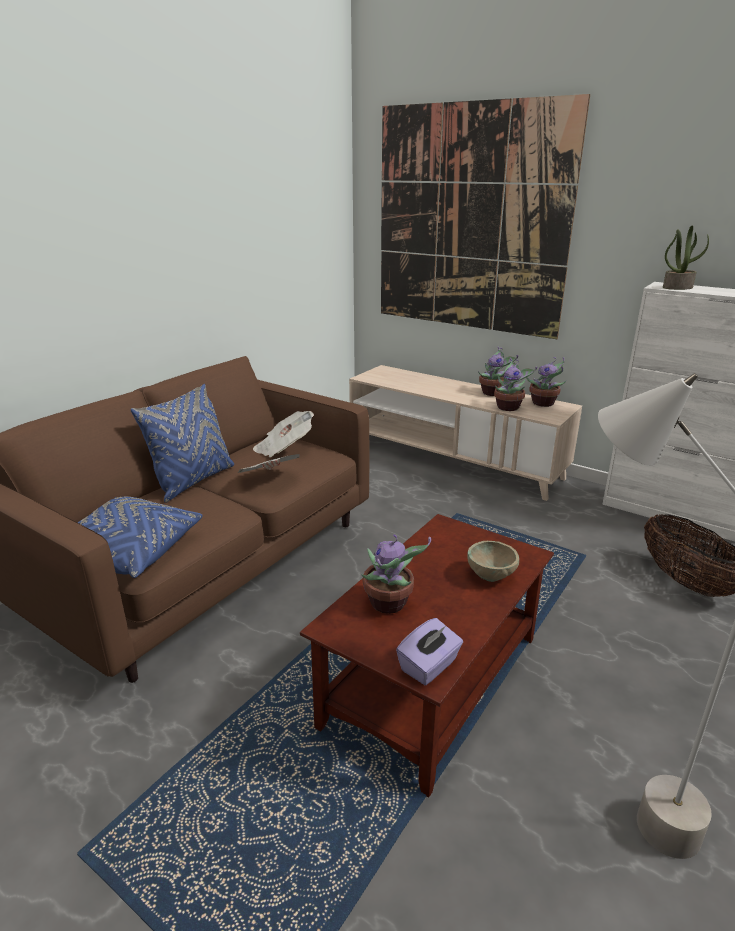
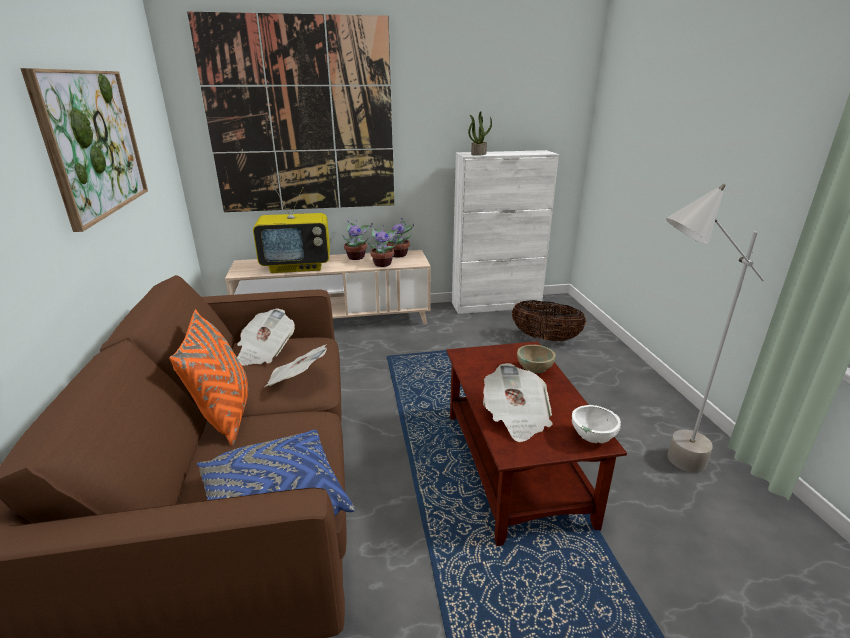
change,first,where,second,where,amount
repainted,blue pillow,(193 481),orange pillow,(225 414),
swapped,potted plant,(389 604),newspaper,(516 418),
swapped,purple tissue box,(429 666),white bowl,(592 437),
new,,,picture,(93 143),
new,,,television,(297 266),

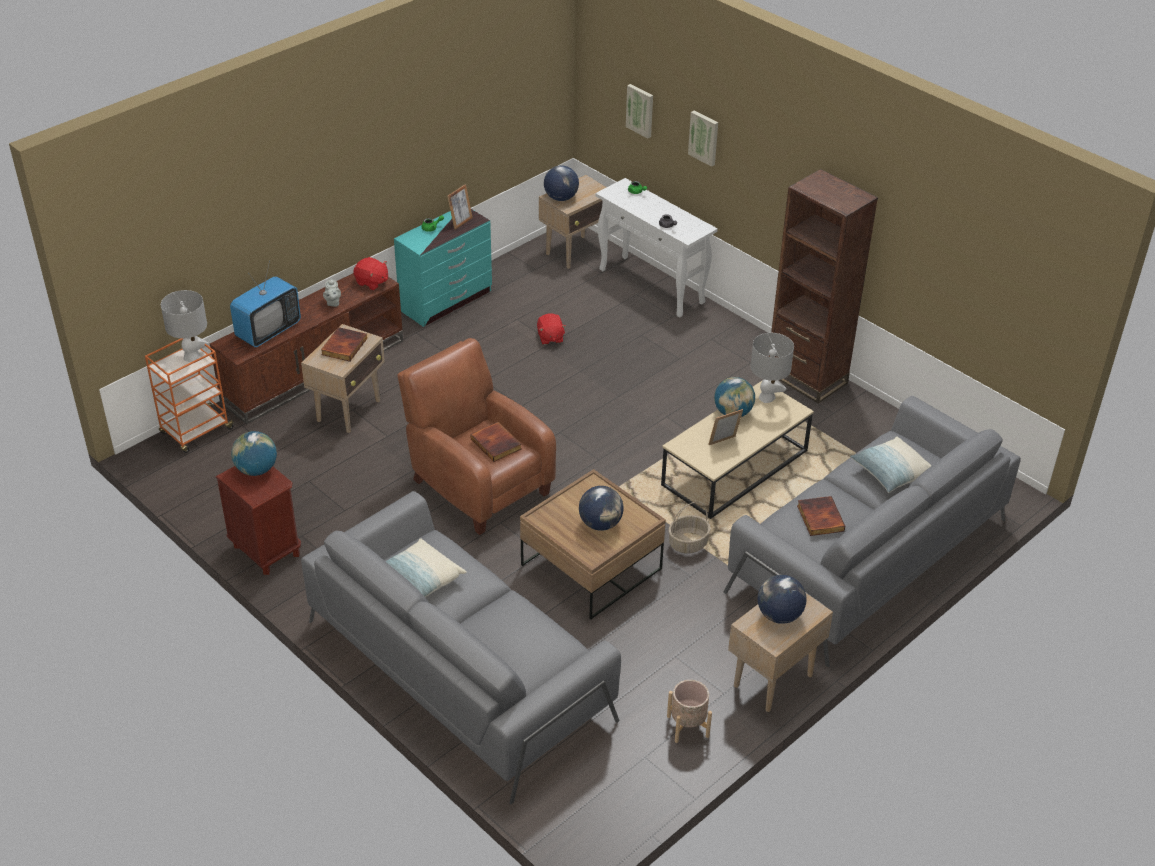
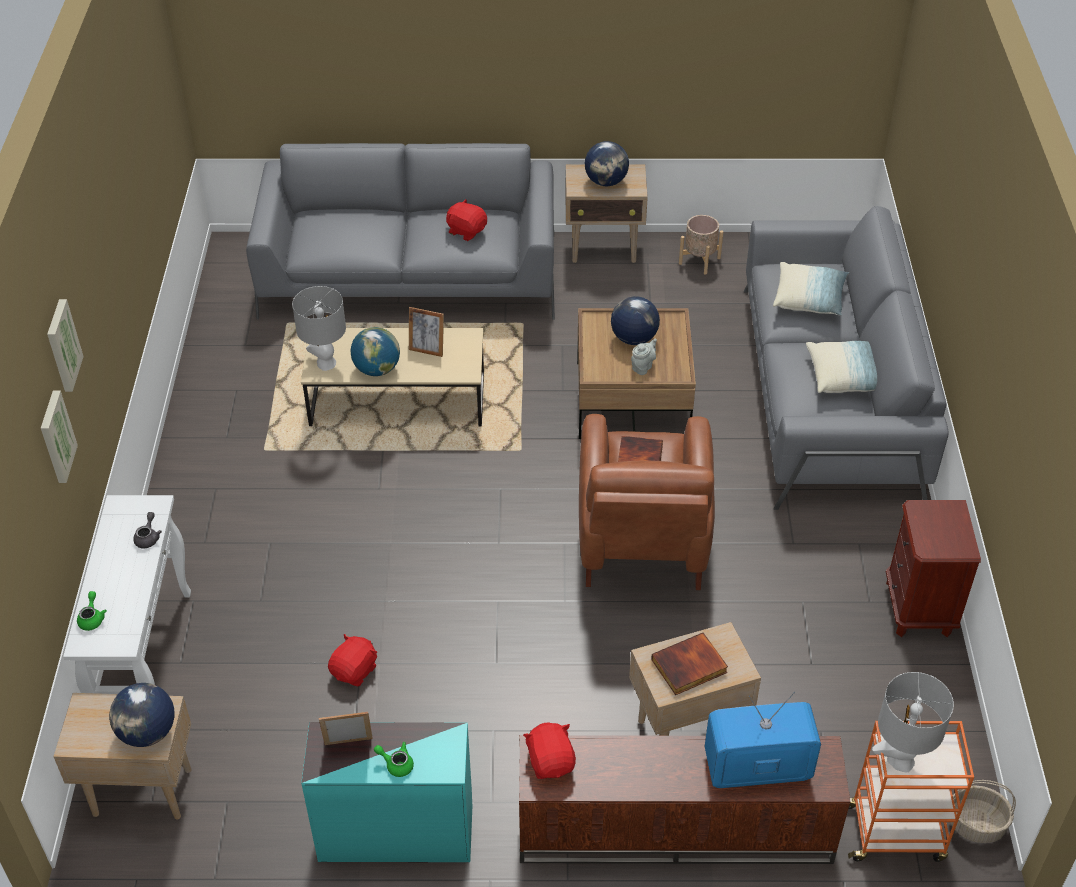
change,first,where,second,where,amount
shifted,picture,(640 110),,(62 345),
gone,brown bookcase,(806 378),,,
shifted,grey teapot,(333 303),,(643 367),
gone,globe,(256 470),,,
shifted,pillow,(891 473),,(809 299),
swapped,book,(819 518),red plush toy,(466 231),
shifted,basket,(688 544),,(976 824),

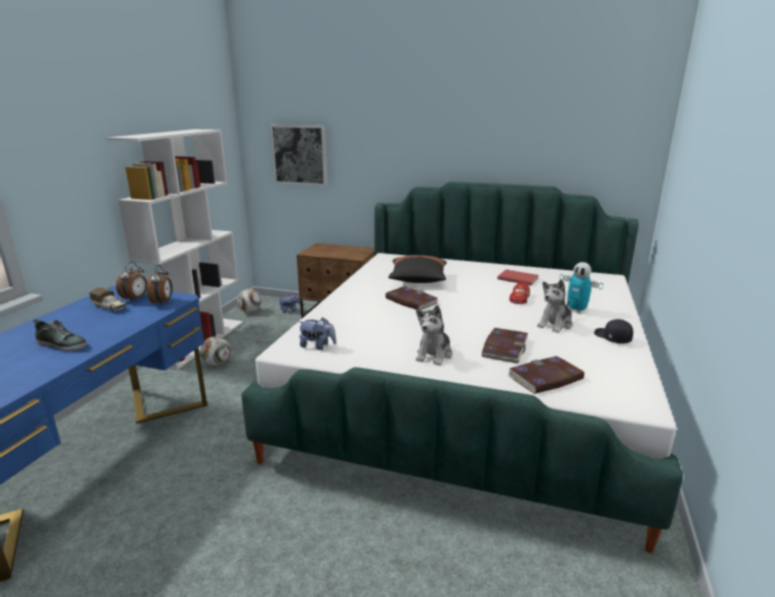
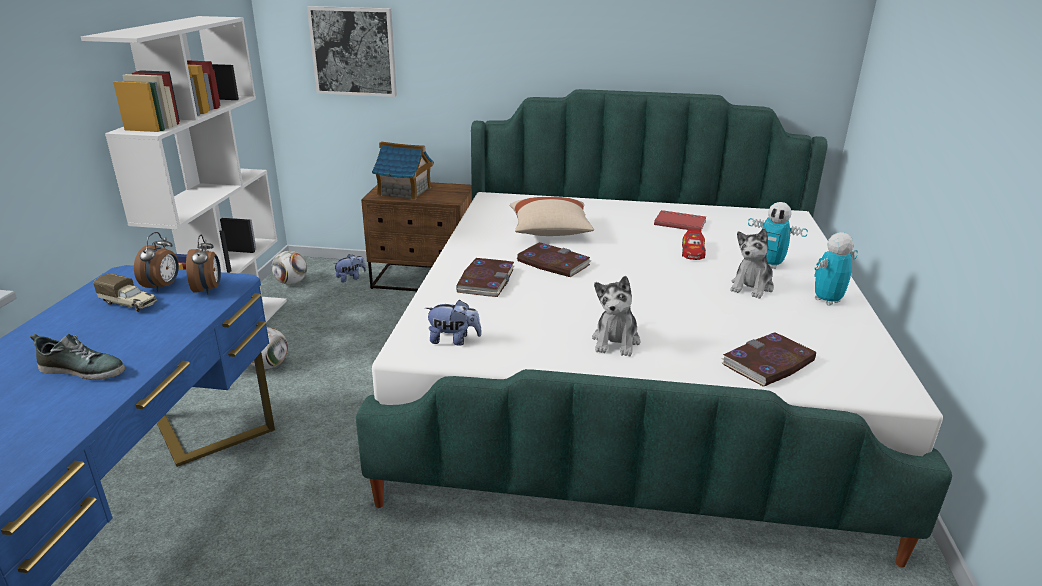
change,first,where,second,where,amount
repainted,black pillow,(418 280),beige pillow,(550 232),
swapped,black cap,(612 338),toy robot,(827 301),
shifted,book,(504 347),,(485 280),
new,,,toy house,(405 191),

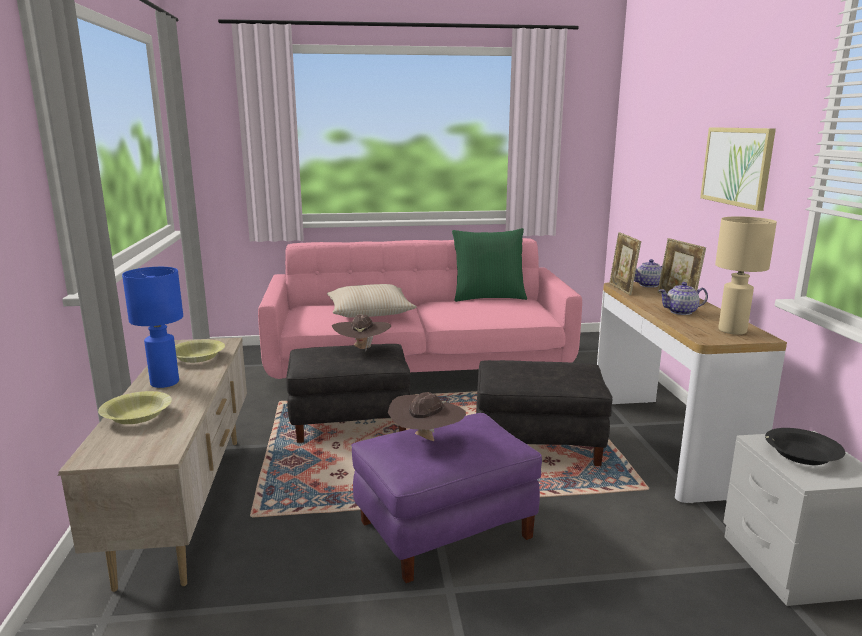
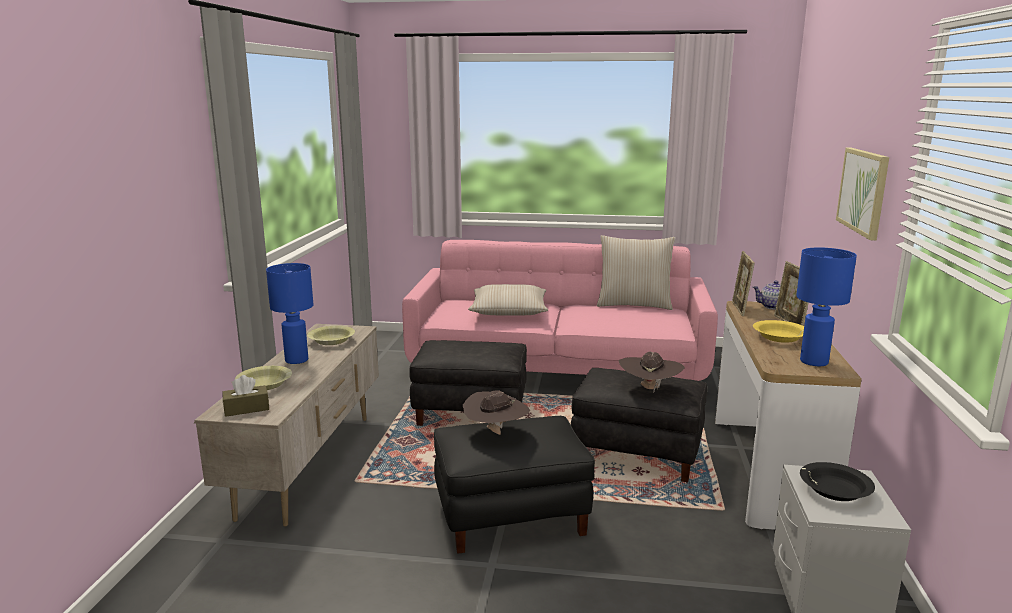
change,first,where,second,where,amount
repainted,beige table lamp,(732 331),blue table lamp,(813 362),
repainted,green pillow,(488 297),beige pillow,(634 305),
swapped,teapot,(681 312),yellow bowl,(779 338),
shifted,brown hat,(362 349),,(649 389),
repainted,purple ottoman,(445 528),black ottoman,(511 515),
new,,,brown tissue box,(246 409),

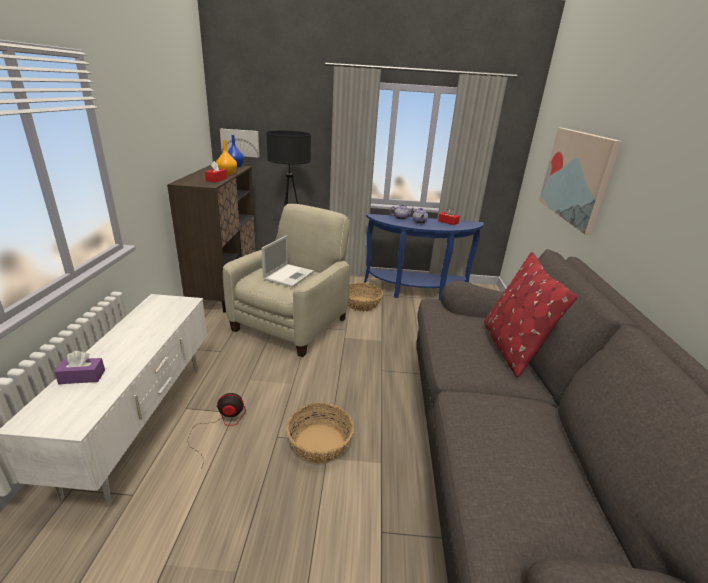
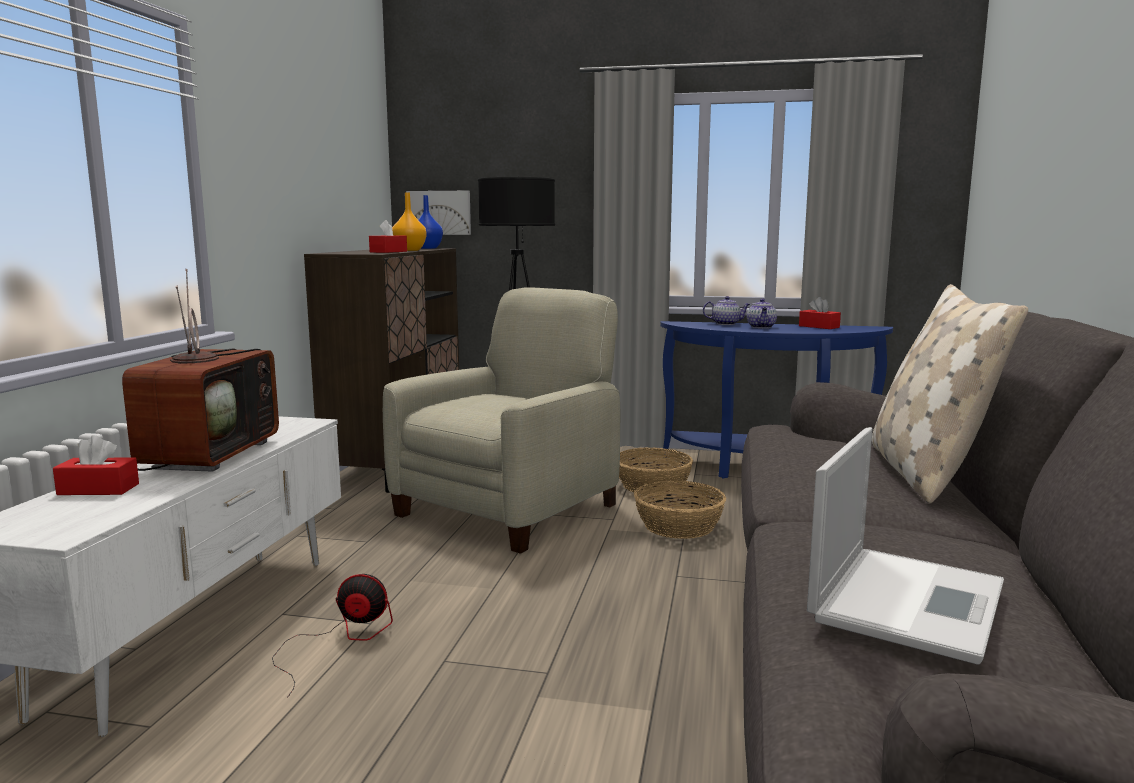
change,first,where,second,where,amount
gone,picture,(576 176),,,
shifted,laptop,(289 275),,(908 600),
repainted,red pillow,(510 348),beige pillow,(924 472),
repainted,purple tissue box,(82 377),red tissue box,(98 489),
shifted,basket,(320 443),,(679 526),
new,,,television,(209 454),

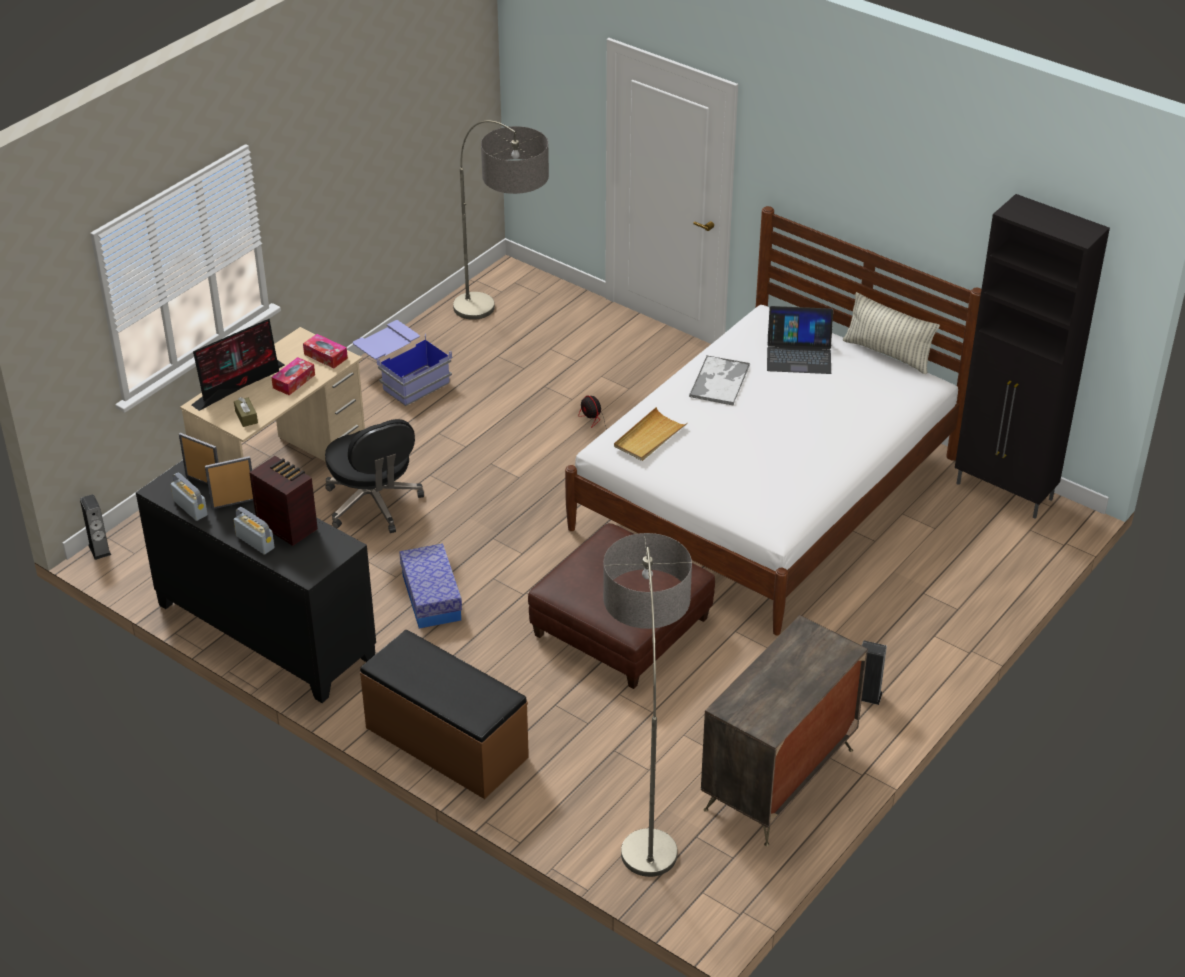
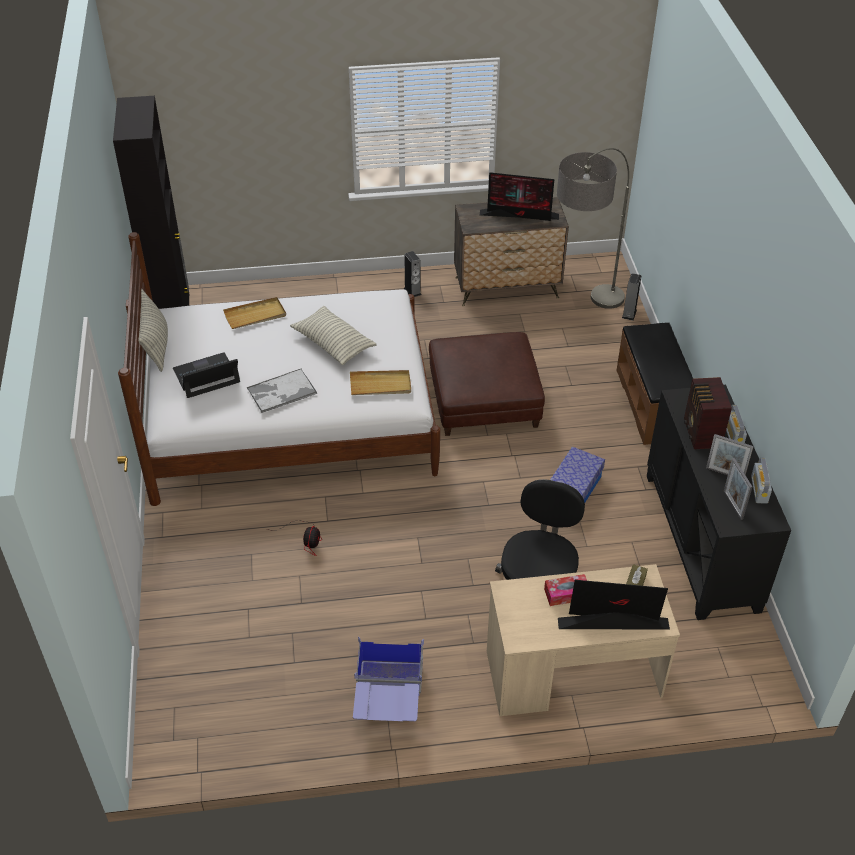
change,first,where,second,where,amount
gone,floor lamp,(504 330),,,
rotated,laptop,(799 355),,(206 376),75 degrees counterclockwise
gone,tissue box,(325 356),,,
shifted,speaker,(99 550),,(629 314),
new,,,monitor,(520 215),
new,,,beige tray,(255 315),
new,,,pillow,(333 344),

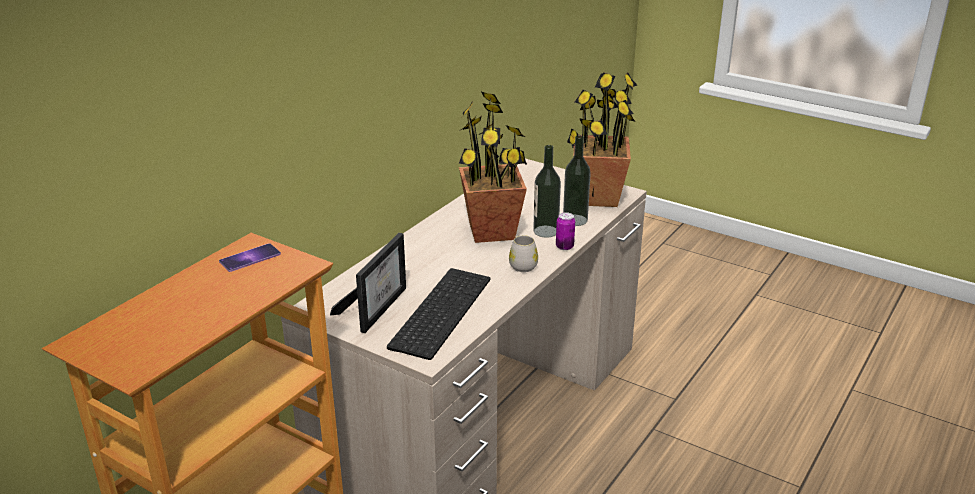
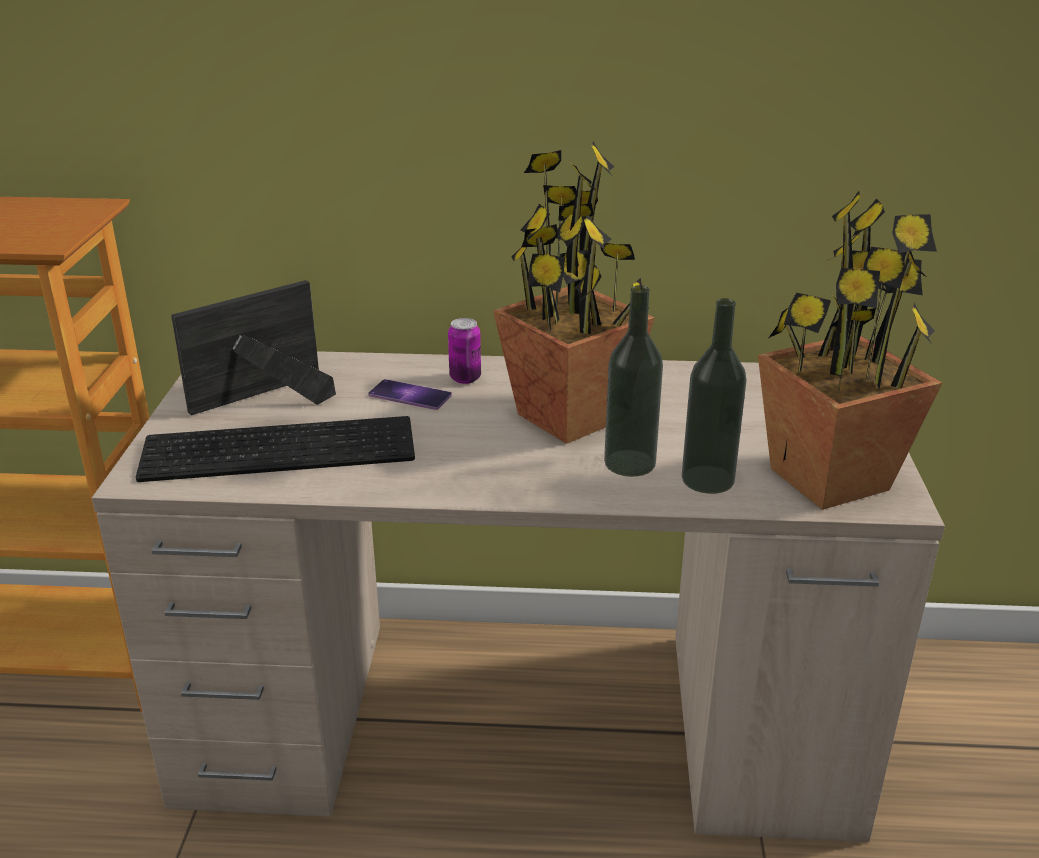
change,first,where,second,where,amount
shifted,can,(564 246),,(465 378),
rotated,picture frame,(377 307),,(259 400),150 degrees clockwise
gone,white mug,(523 264),,,
shifted,phone,(250 258),,(410 395),

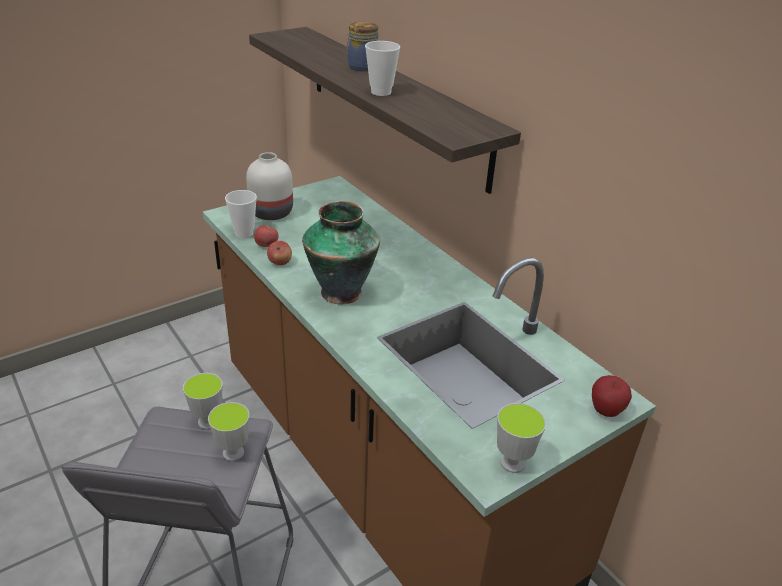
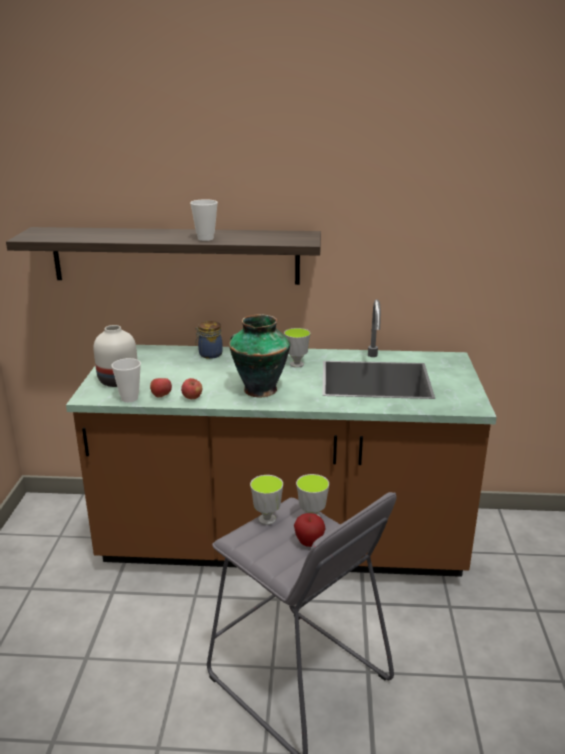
change,first,where,second,where,amount
shifted,jar,(361 67),,(209 354),
shifted,apple,(606 411),,(309 543),
shifted,cup,(512 463),,(296 364),

